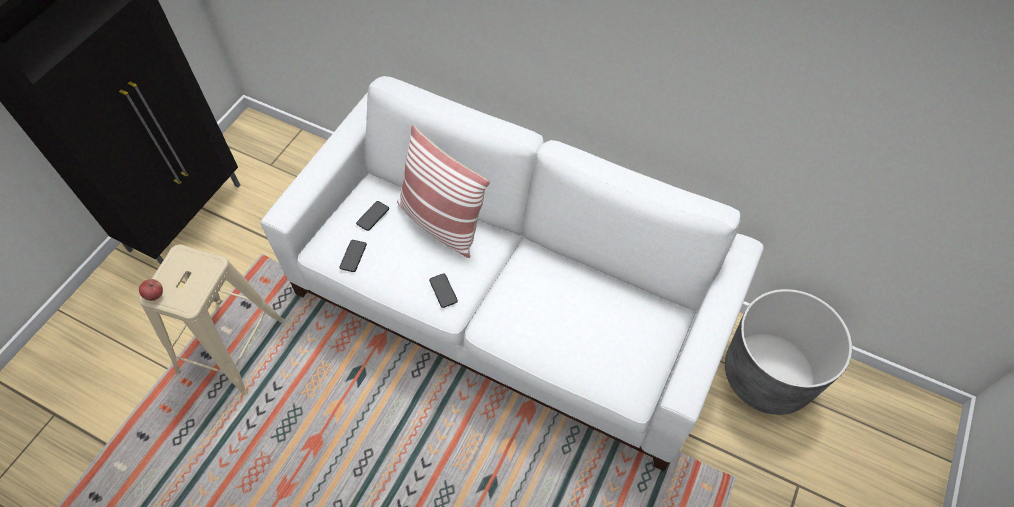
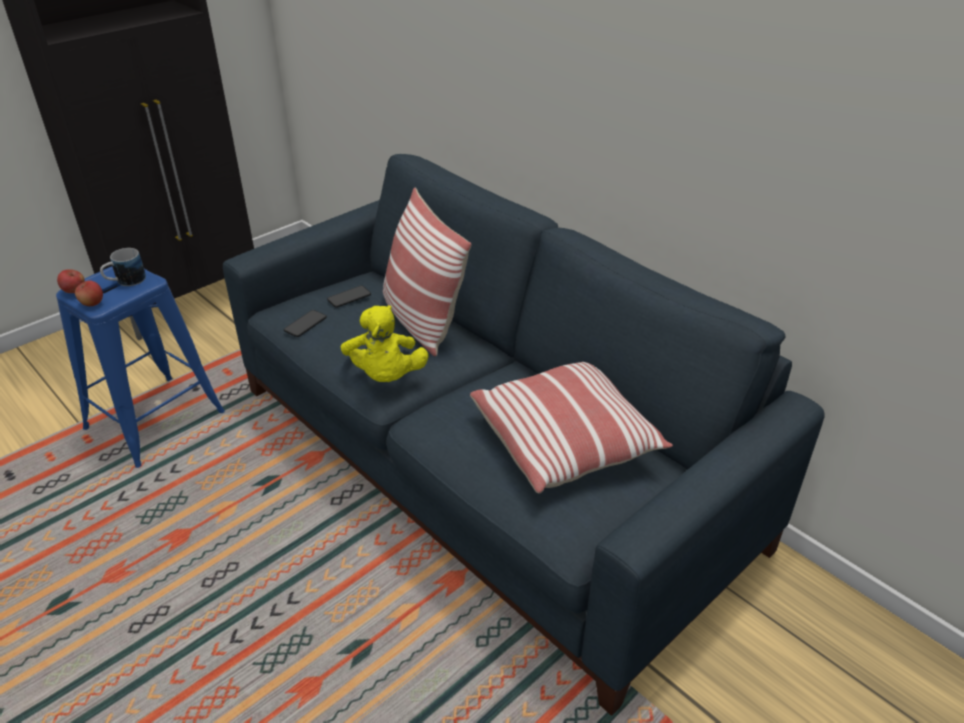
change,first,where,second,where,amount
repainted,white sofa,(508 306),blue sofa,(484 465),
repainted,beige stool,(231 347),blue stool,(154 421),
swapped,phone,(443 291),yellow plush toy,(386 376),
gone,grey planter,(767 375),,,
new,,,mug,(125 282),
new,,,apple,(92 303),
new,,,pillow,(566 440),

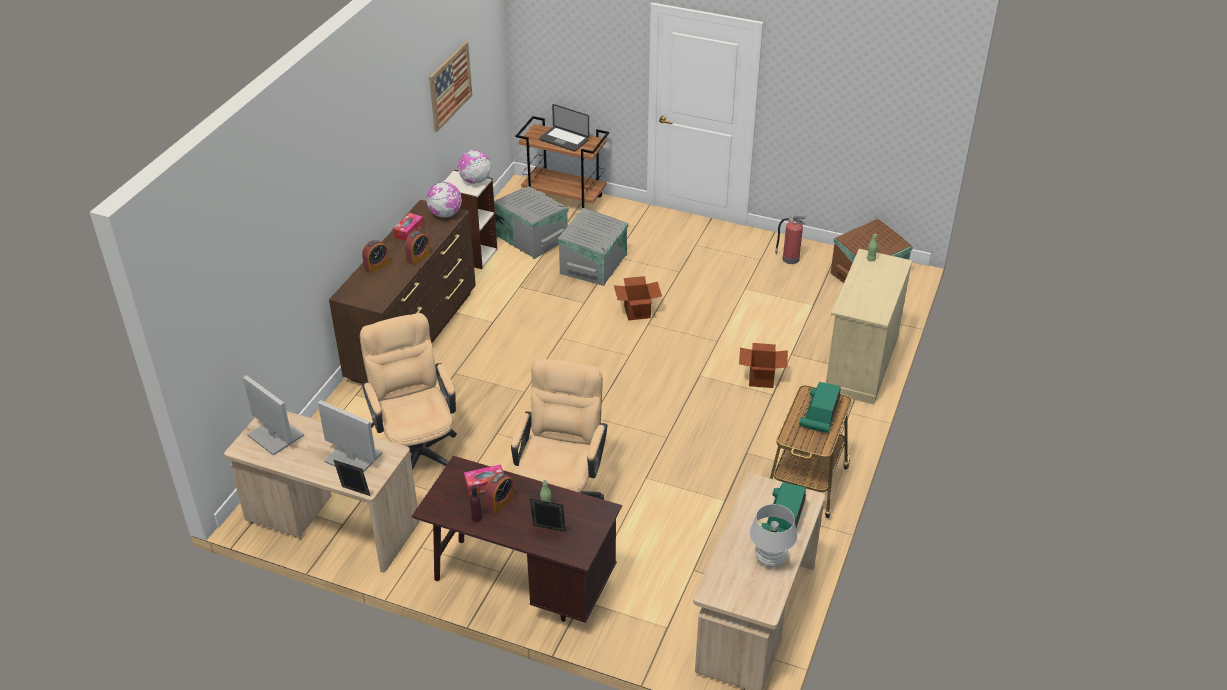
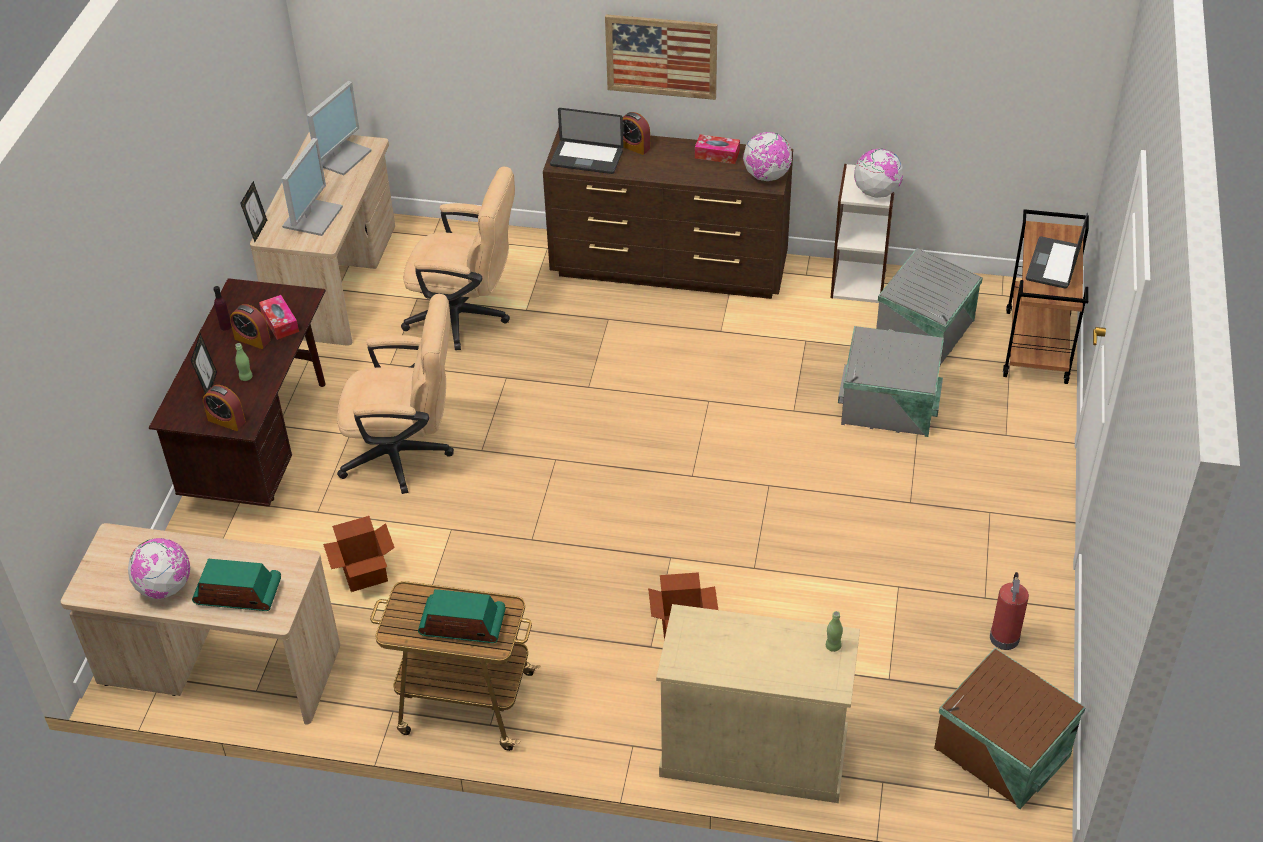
change,first,where,second,where,amount
shifted,picture,(450 86),,(661 56),
shifted,alarm clock,(418 257),,(226 421),
shifted,cardboard box,(637 311),,(365 573),
rotated,beige office chair,(417 448),,(466 317),45 degrees clockwise
swapped,white table lamp,(770 560),globe,(165 587),
new,,,laptop,(586 158),

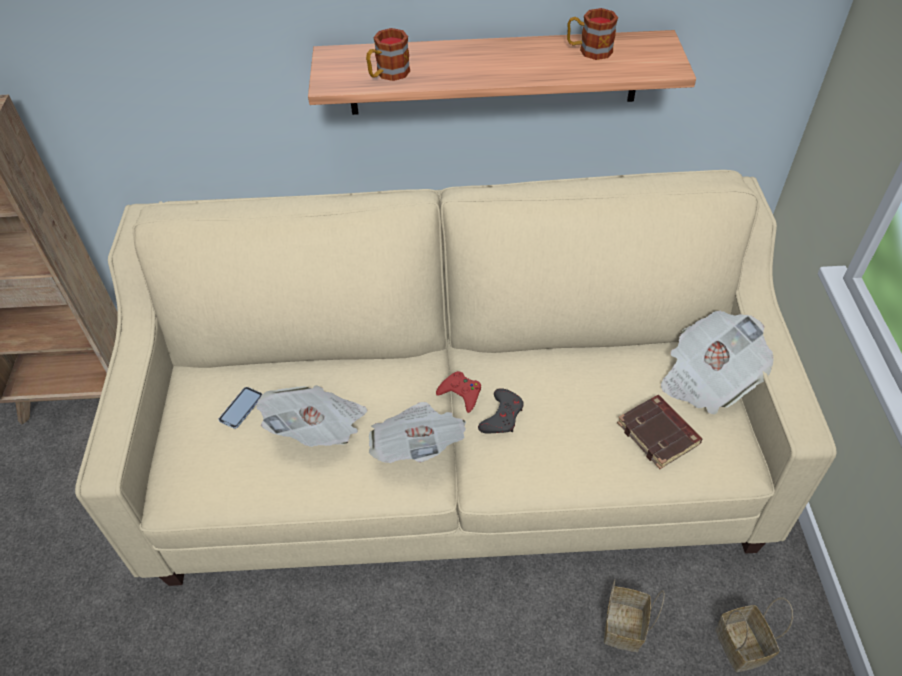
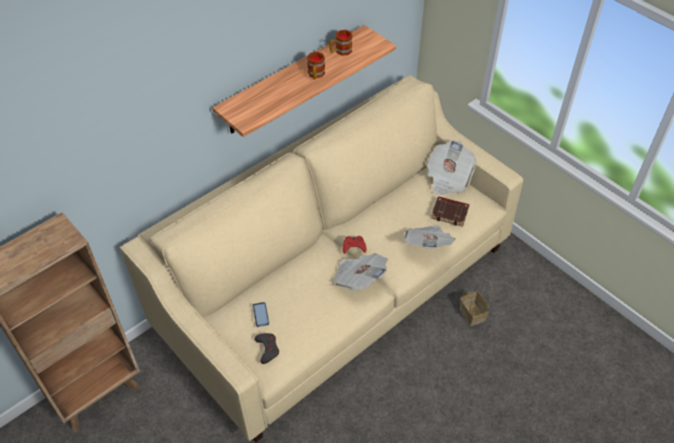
change,first,where,second,where,amount
shifted,mug,(388 74),,(315 75),
shifted,newspaper,(318 429),,(427 245),
shifted,grey game controller,(502 416),,(267 349),
gone,basket,(742 647),,,

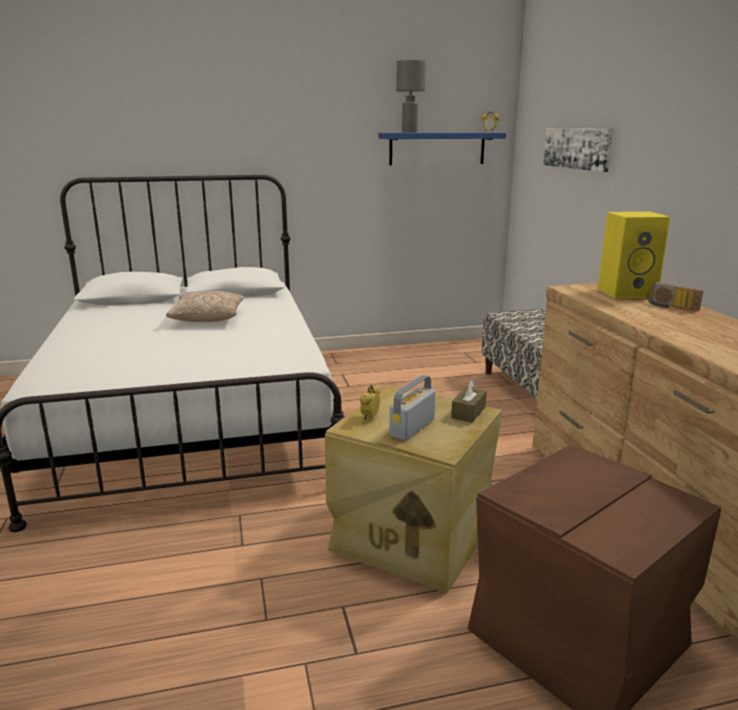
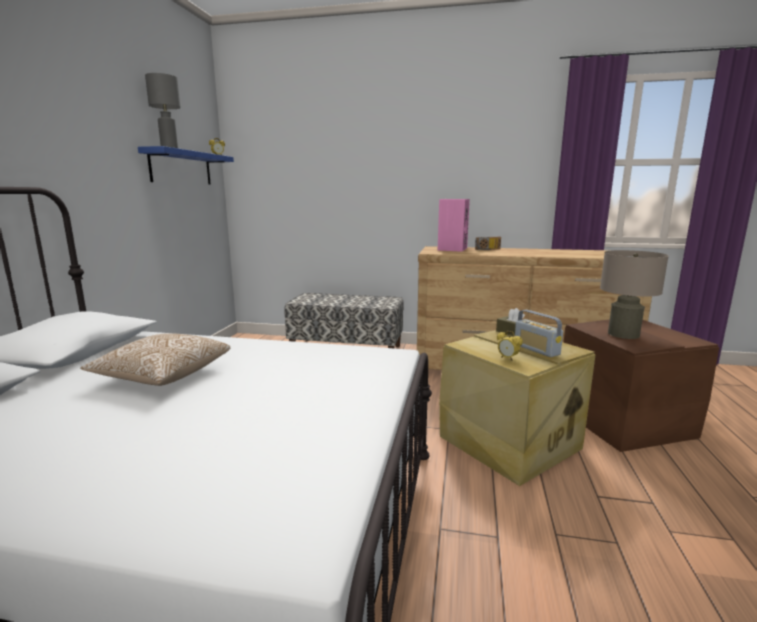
change,first,where,second,where,amount
gone,picture,(577 148),,,
repainted,yellow speaker,(627 292),pink speaker,(452 249),
new,,,beige table lamp,(623 334),

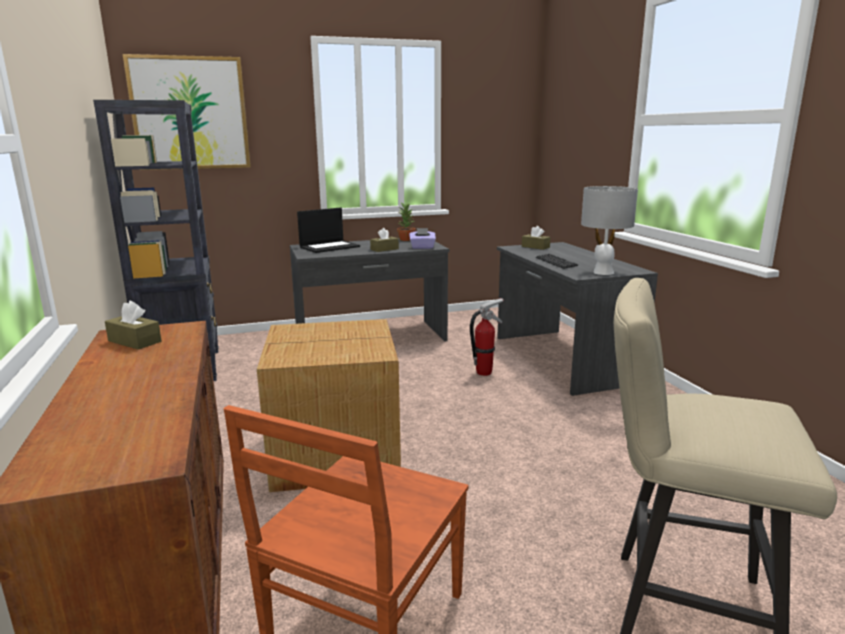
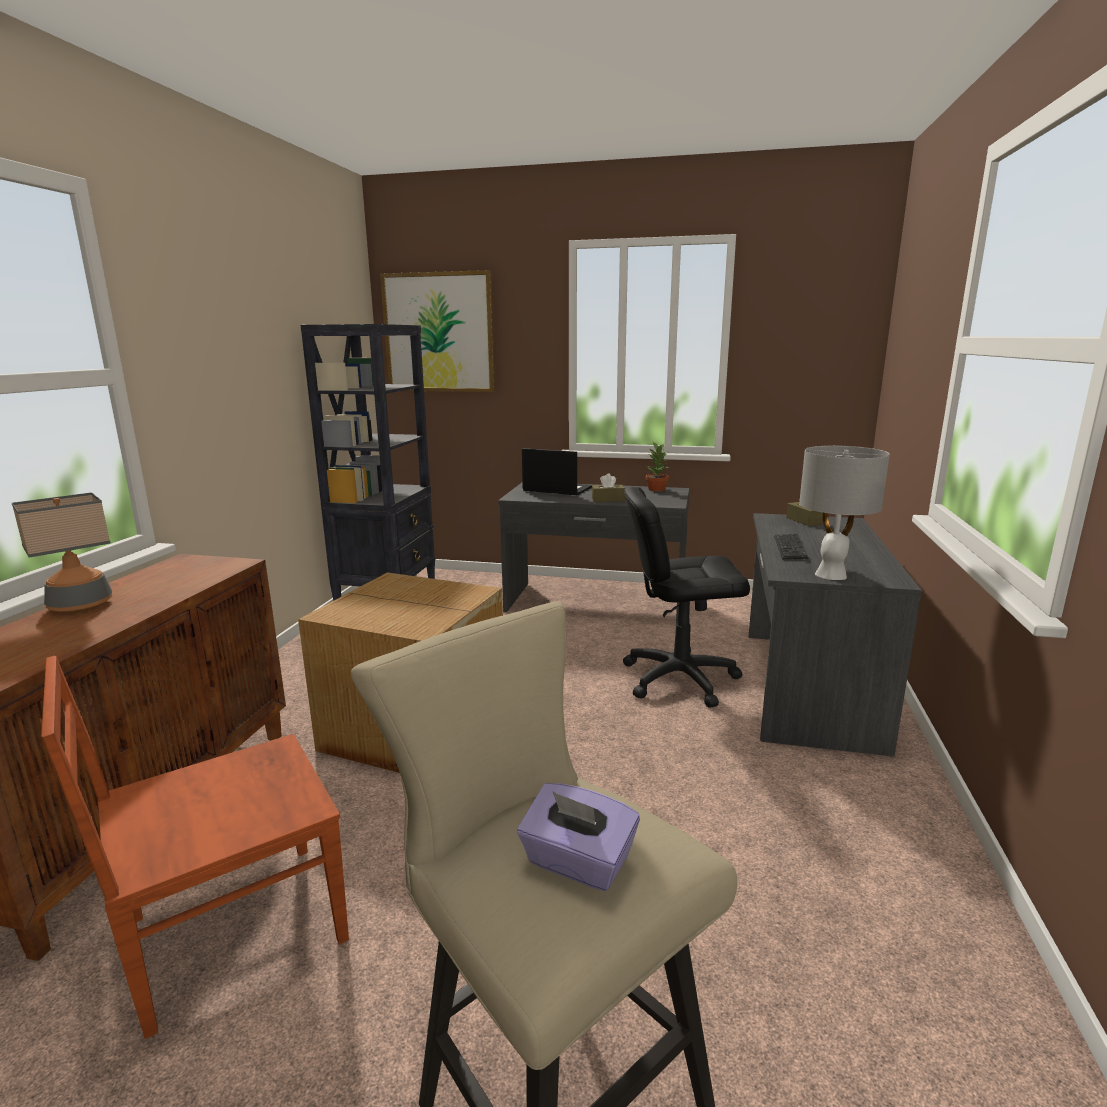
change,first,where,second,where,amount
rotated,laptop,(330 247),,(556 489),150 degrees counterclockwise
shifted,purple tissue box,(422 247),,(577 862),
swapped,fire extinguisher,(484 372),black office chair,(679 678),
gone,brown tissue box,(134 341),,,
new,,,table lamp,(81 605),

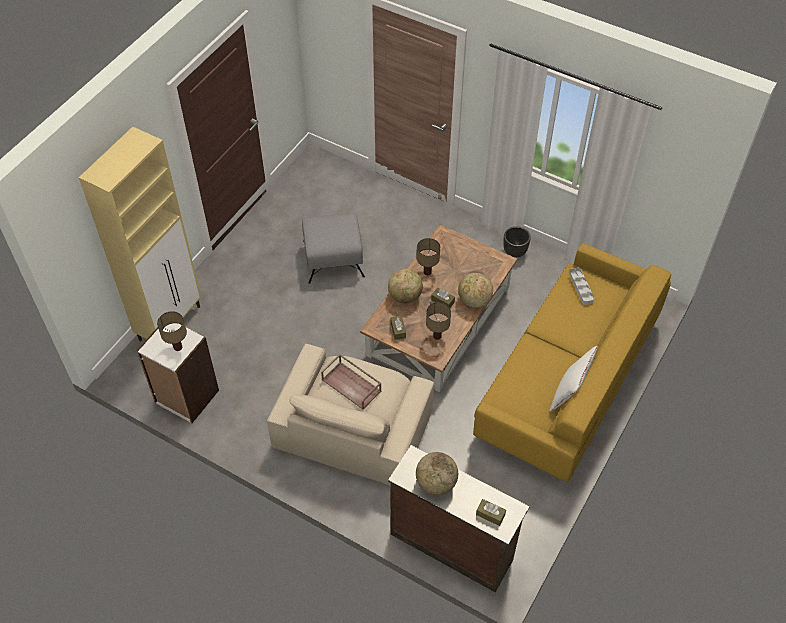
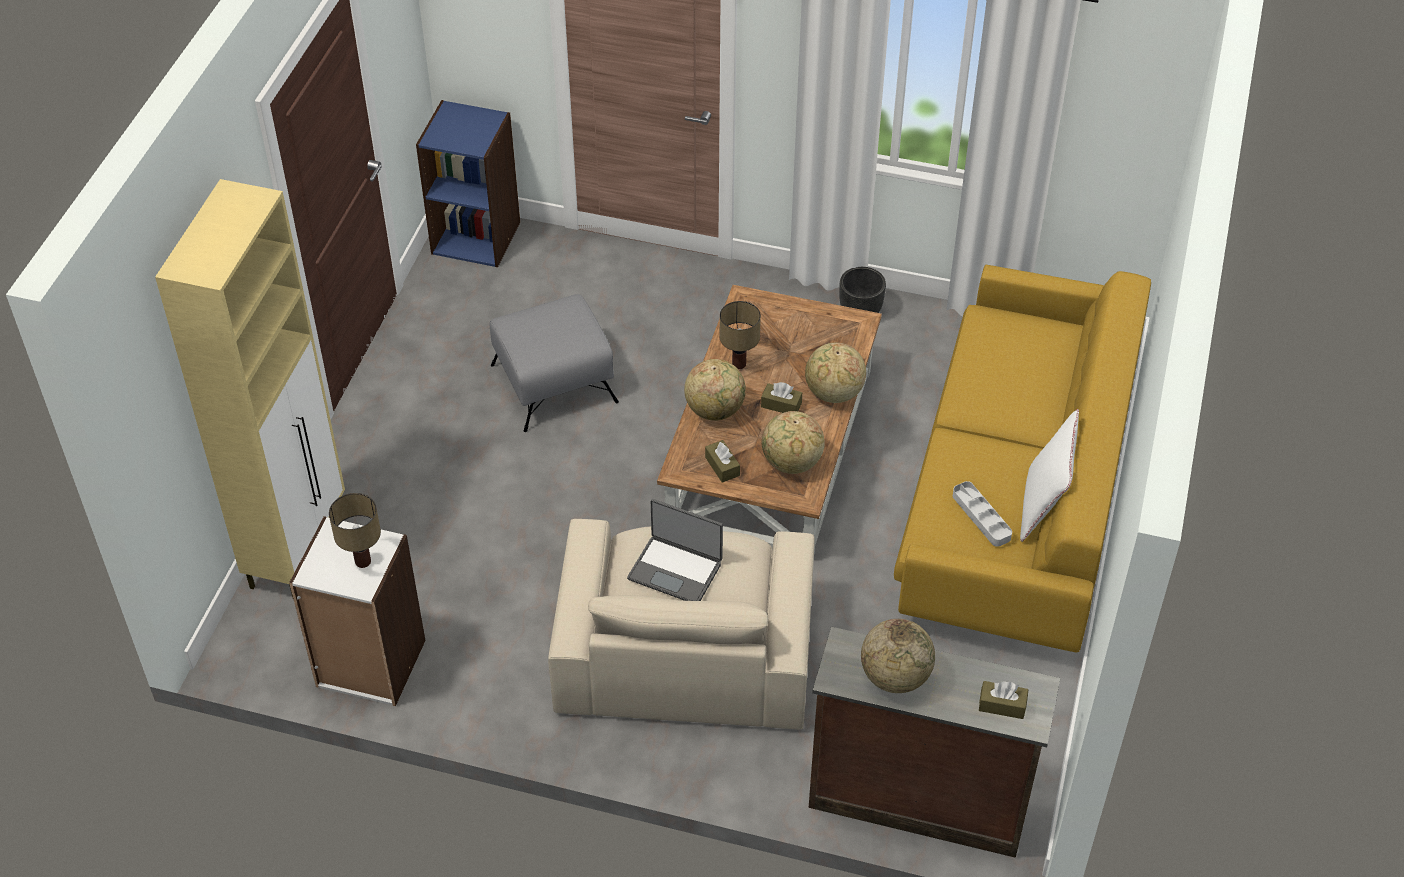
change,first,where,second,where,amount
shifted,grey tray,(581 287),,(981 516),
swapped,table lamp,(437 336),globe,(791 463),
swapped,brown tray,(352 385),laptop,(675 570),
new,,,blue bookcase,(476 237),

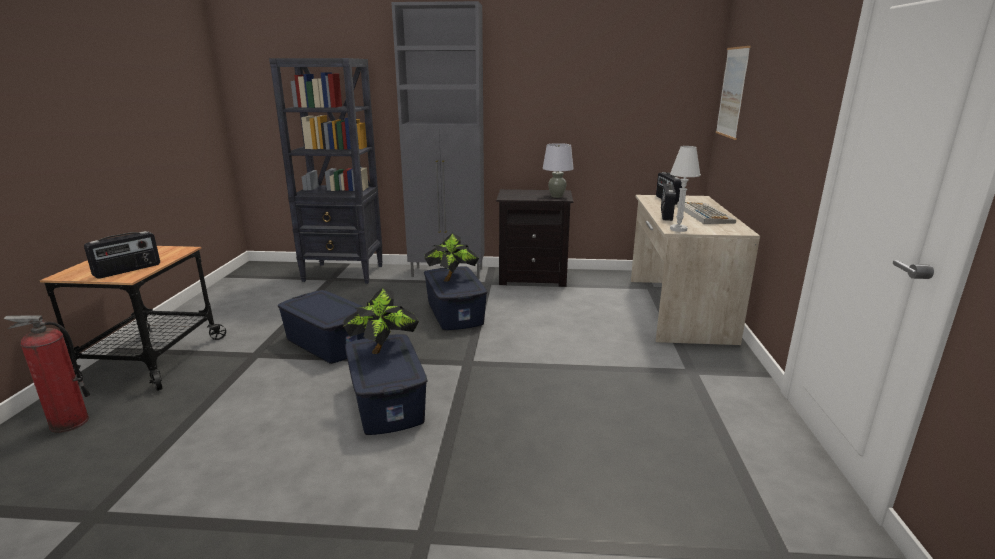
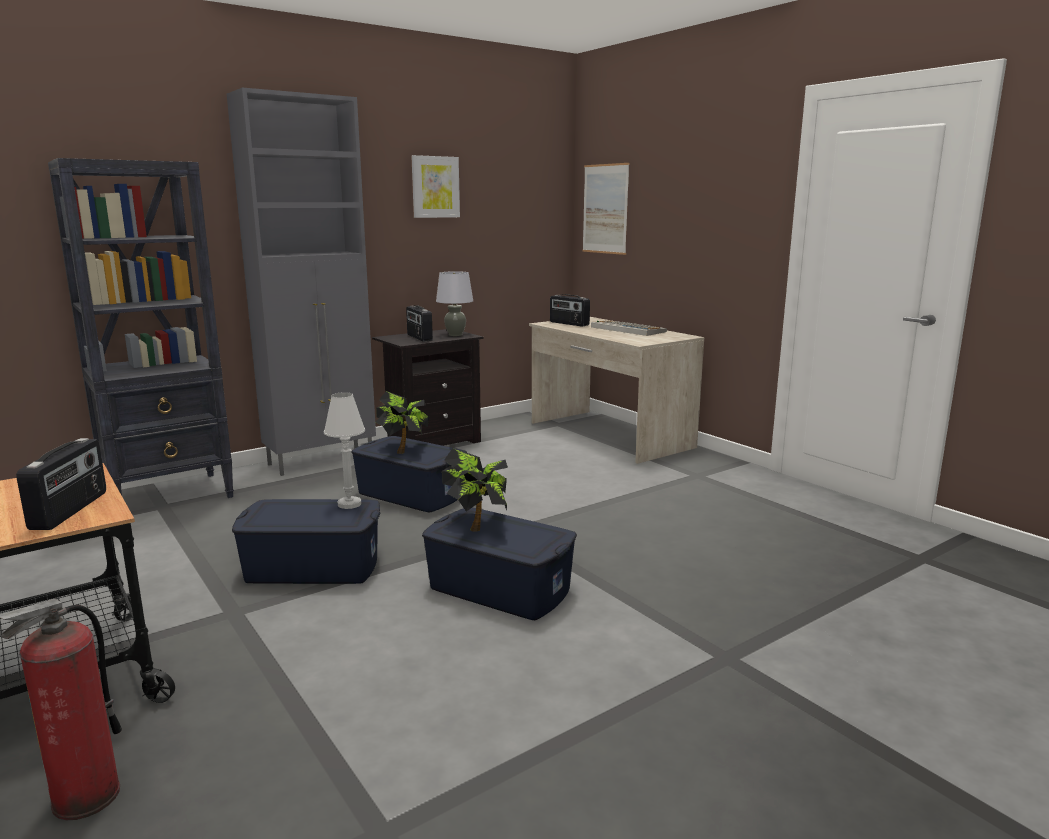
change,first,where,second,where,amount
shifted,white table lamp,(678 229),,(349 504),
shifted,radio,(665 215),,(419 337),
new,,,picture,(435 187),

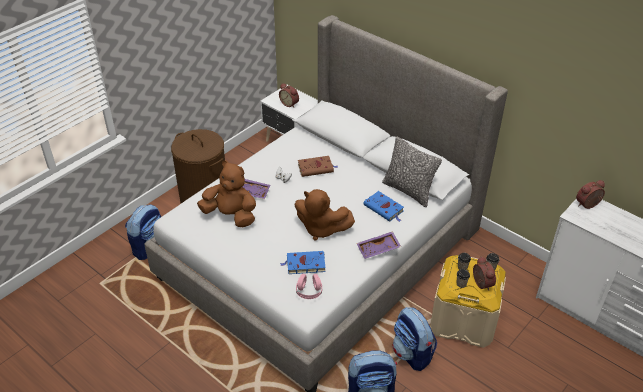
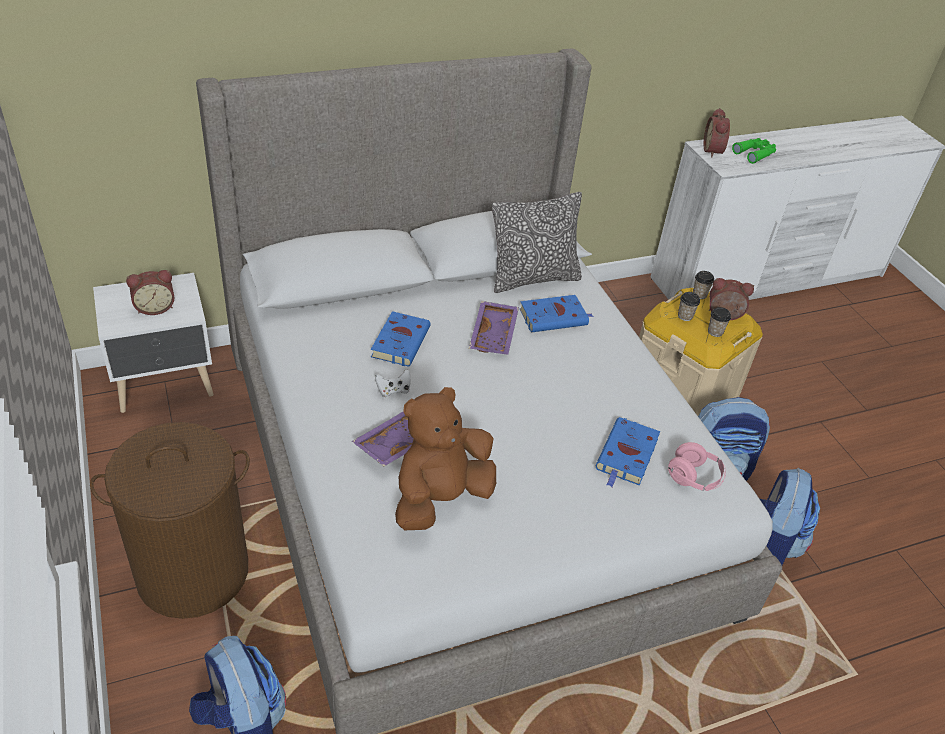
change,first,where,second,where,amount
repainted,brown book,(316 168),blue book,(401 341),
gone,brown plush toy,(321 229),,,
shifted,purple tray,(378 249),,(494 335),
new,,,green binoculars,(755 154),

